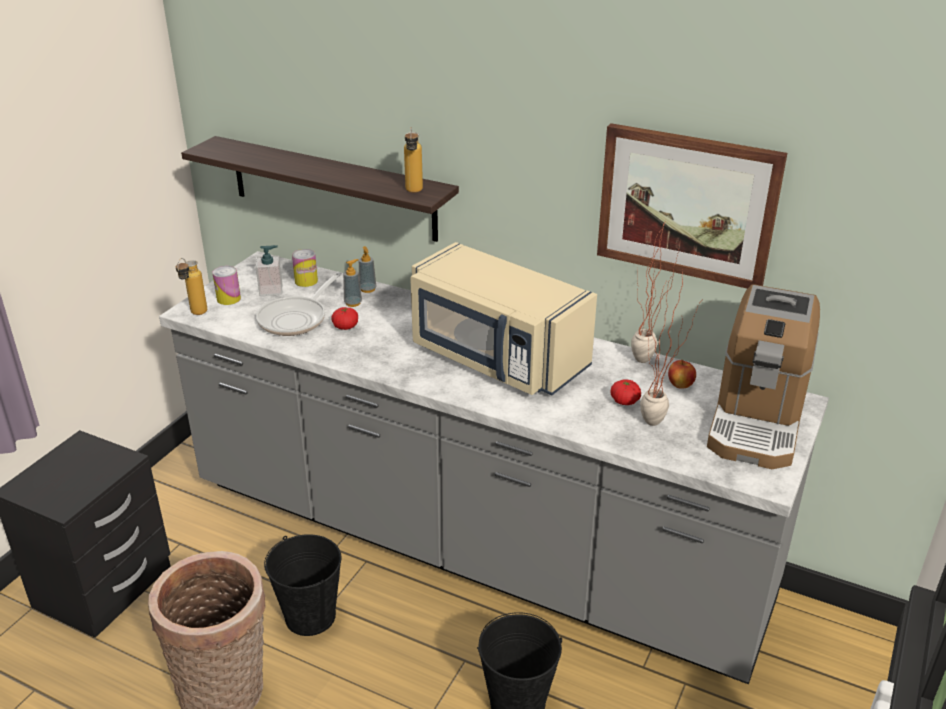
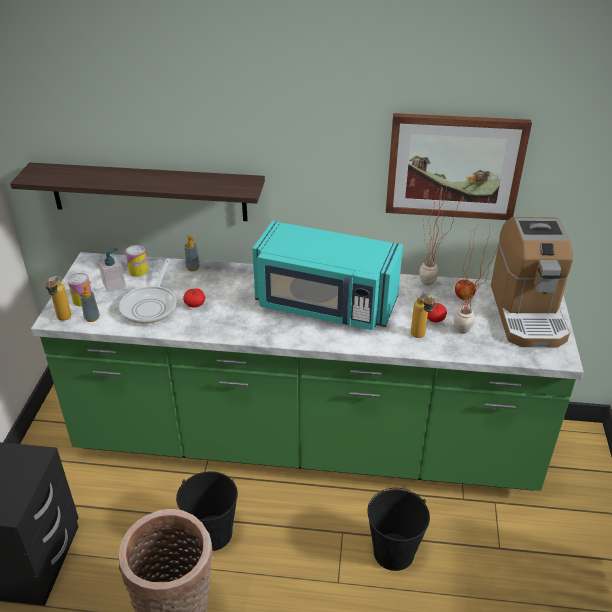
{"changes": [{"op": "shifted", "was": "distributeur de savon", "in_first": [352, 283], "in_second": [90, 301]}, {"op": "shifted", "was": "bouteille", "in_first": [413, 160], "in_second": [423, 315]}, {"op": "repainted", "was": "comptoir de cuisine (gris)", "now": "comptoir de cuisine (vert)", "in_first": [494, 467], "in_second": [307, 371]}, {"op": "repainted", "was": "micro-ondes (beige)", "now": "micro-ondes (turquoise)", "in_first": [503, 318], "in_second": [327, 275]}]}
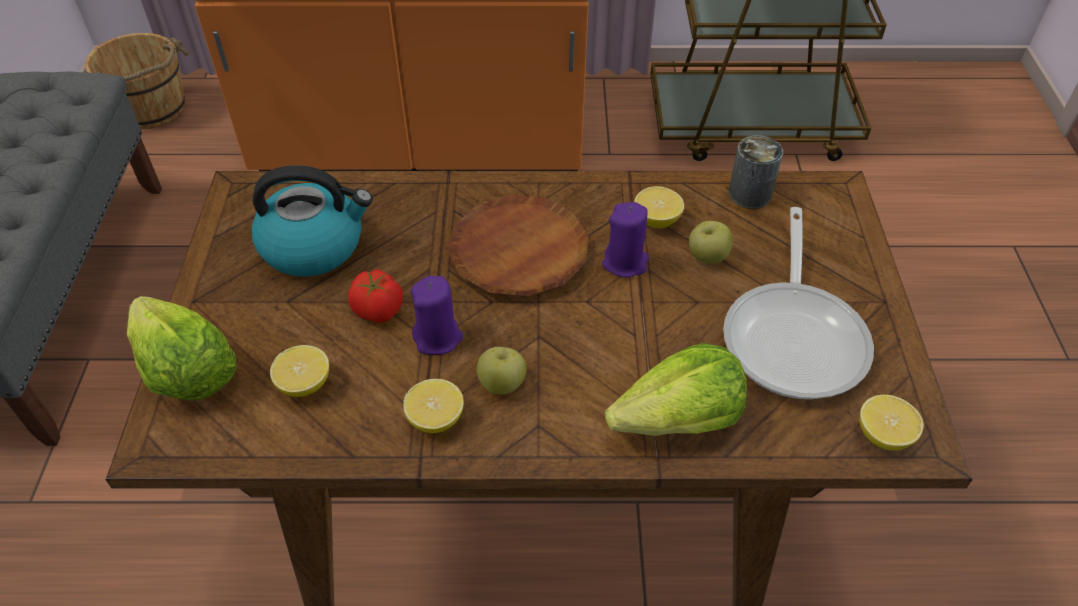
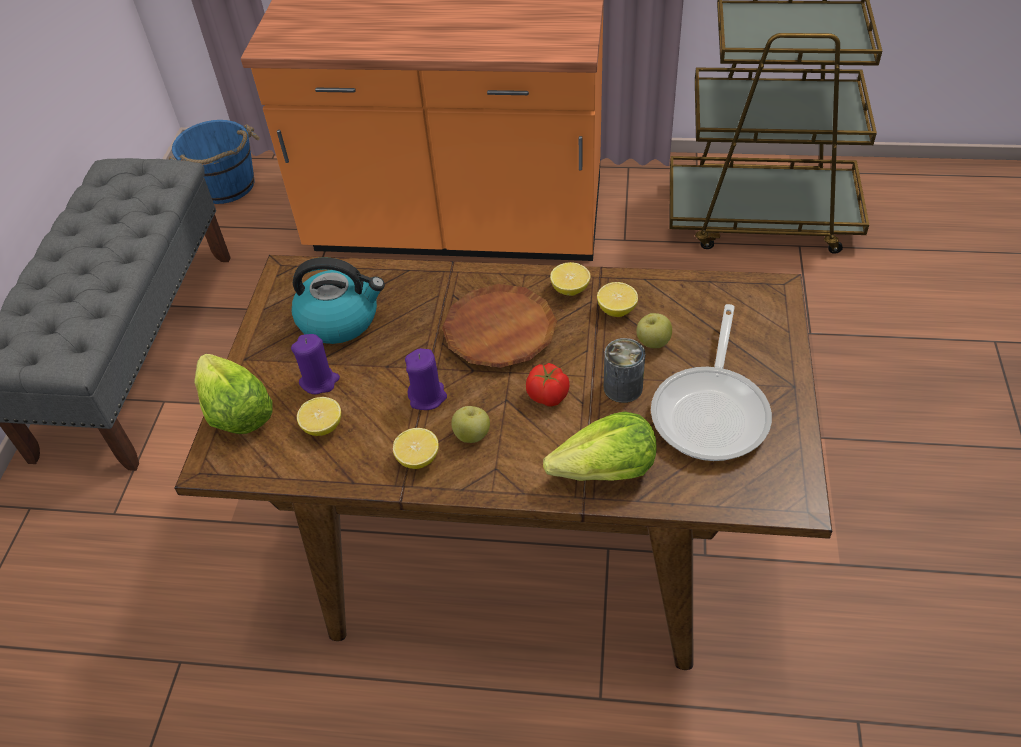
{"changes": [{"op": "shifted", "was": "tomate", "in_first": [375, 296], "in_second": [548, 385]}, {"op": "shifted", "was": "bougie (violet)", "in_first": [625, 240], "in_second": [315, 364]}, {"op": "shifted", "was": "boîte métallique", "in_first": [756, 172], "in_second": [624, 370]}, {"op": "shifted", "was": "citron", "in_first": [891, 423], "in_second": [570, 279]}, {"op": "repainted", "was": "seau (marron)", "now": "seau (bleu)", "in_first": [137, 81], "in_second": [214, 162]}]}
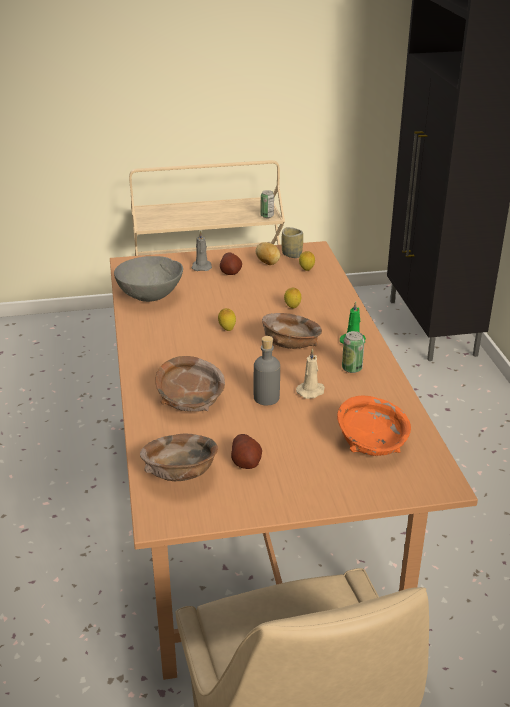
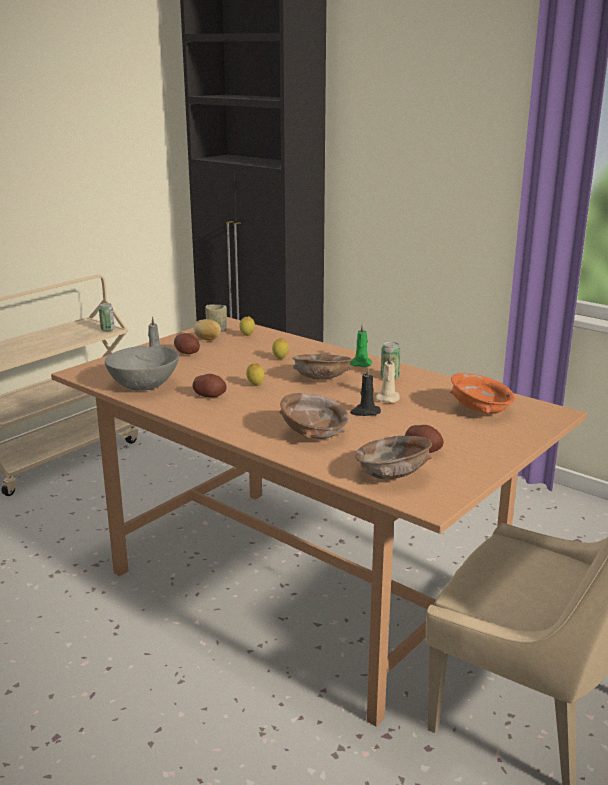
{"changes": [{"op": "new", "now": "pomme de terre", "in_second": [209, 385]}, {"op": "swapped", "was": "bouteille (gris)", "now": "bougie (noir)", "in_first": [267, 370], "in_second": [365, 391]}]}
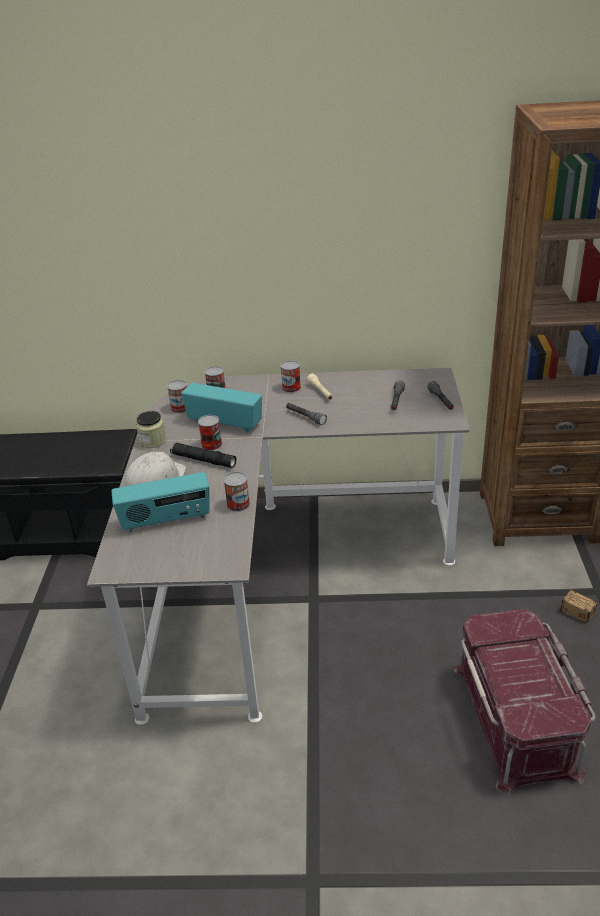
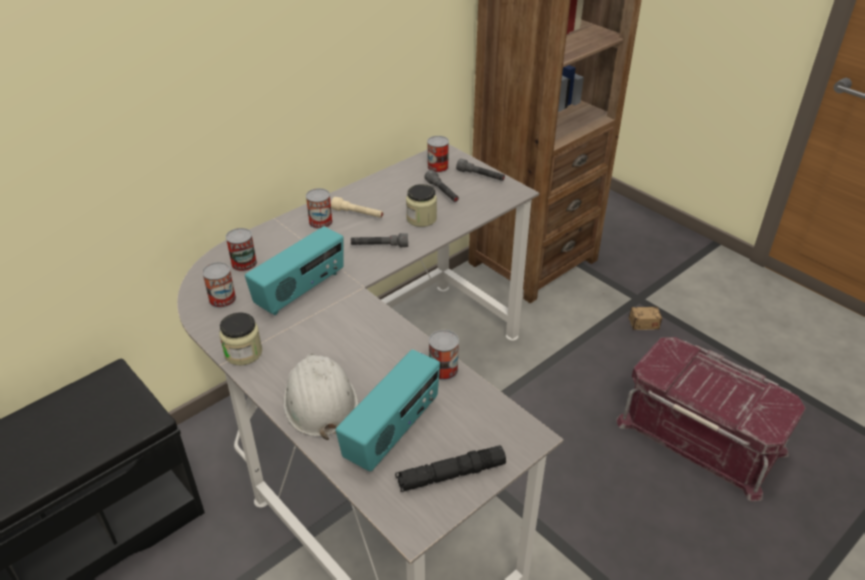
{"changes": [{"op": "new", "now": "bocal", "in_second": [421, 205]}, {"op": "shifted", "was": "lampe de poche (noir)", "in_first": [203, 455], "in_second": [450, 468]}, {"op": "shifted", "was": "boîte métallique", "in_first": [210, 433], "in_second": [438, 154]}, {"op": "rotated", "was": "radio", "in_first": [221, 407], "in_second": [294, 270], "clockwise": 150}]}
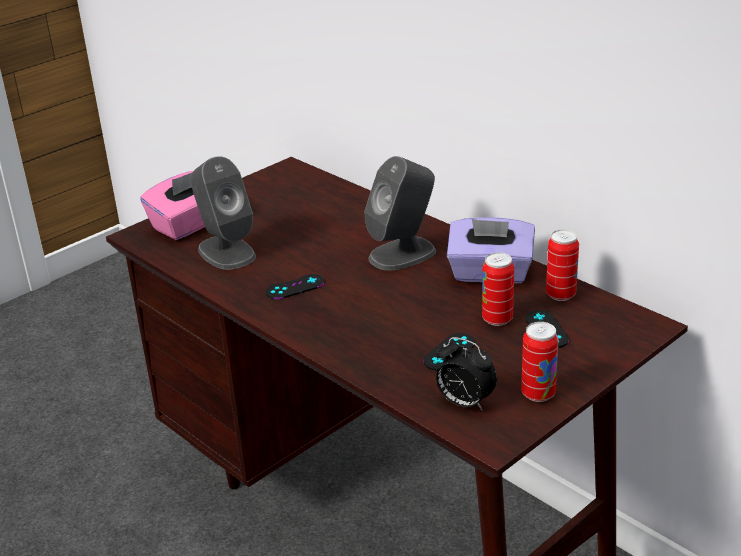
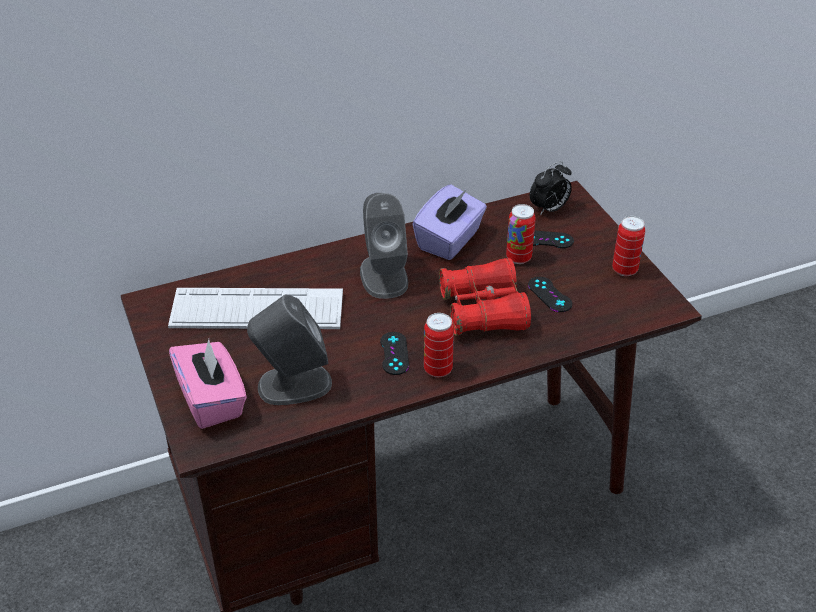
{"changes": [{"op": "new", "now": "clavier", "in_second": [255, 308]}, {"op": "new", "now": "jumelles (rouge)", "in_second": [485, 297]}, {"op": "shifted", "was": "réveil", "in_first": [466, 374], "in_second": [551, 188]}, {"op": "shifted", "was": "boîte métallique", "in_first": [562, 265], "in_second": [439, 345]}]}
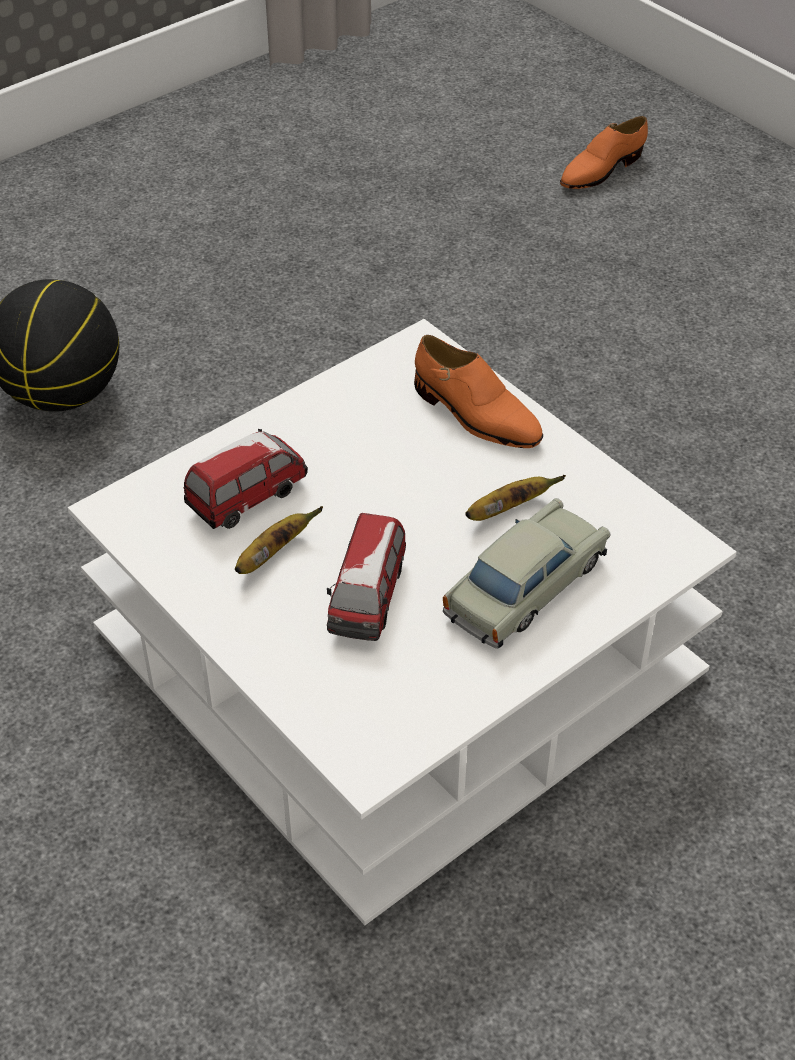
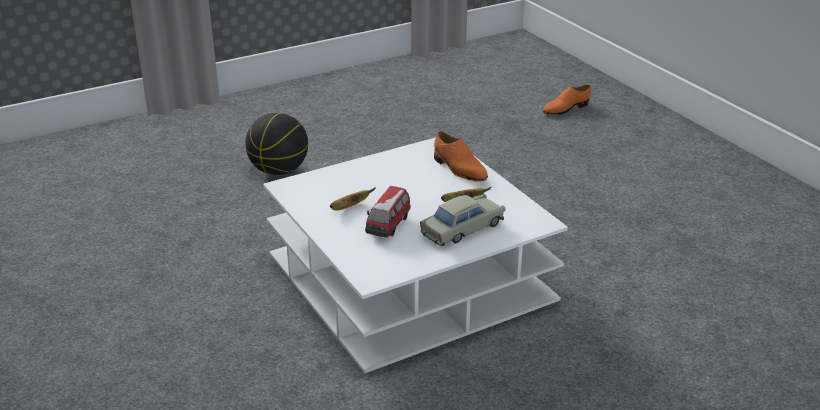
{"changes": [{"op": "gone", "was": "petite voiture", "in_first": [245, 479]}]}
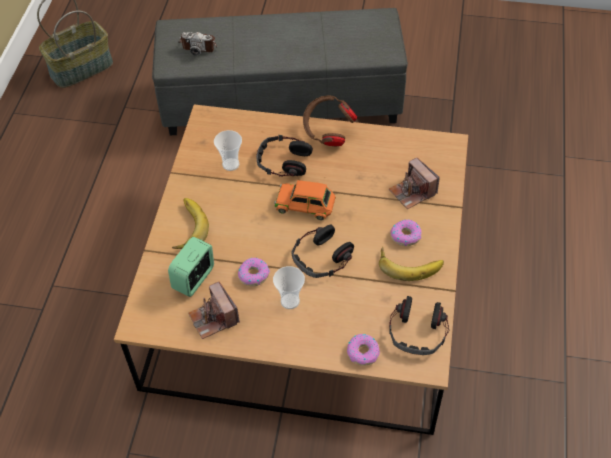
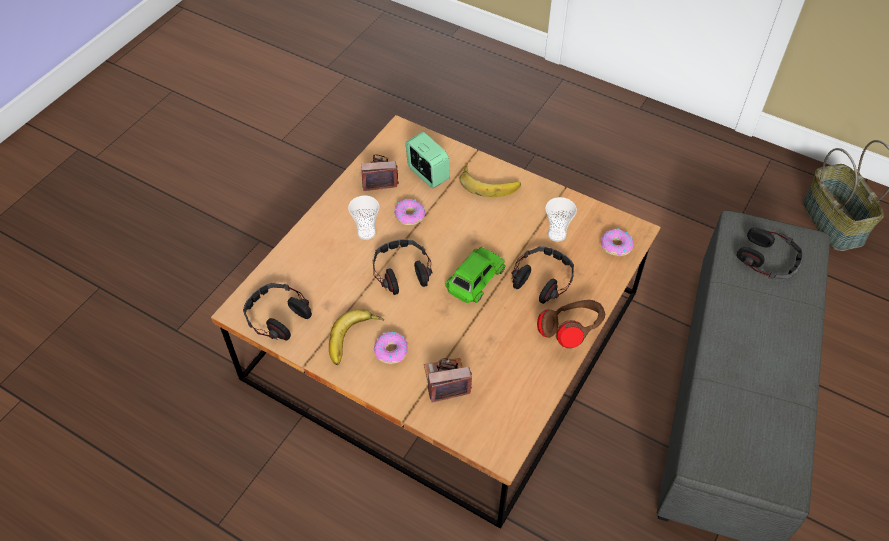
{"changes": [{"op": "shifted", "was": "beignet", "in_first": [363, 350], "in_second": [617, 242]}, {"op": "swapped", "was": "appareil photo", "now": "casque audio", "in_first": [198, 44], "in_second": [770, 254]}, {"op": "repainted", "was": "petite voiture (orange)", "now": "petite voiture (vert)", "in_first": [305, 200], "in_second": [475, 274]}]}
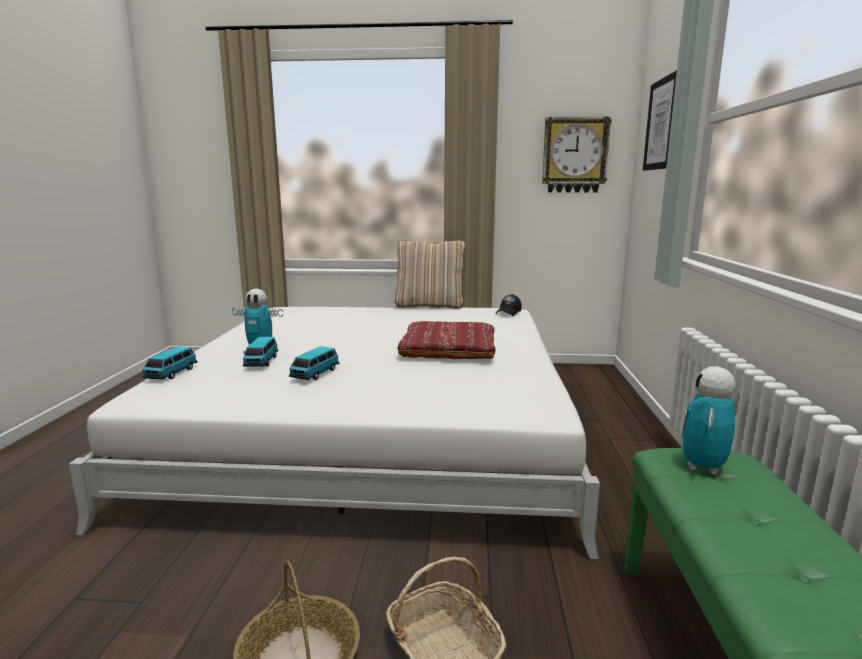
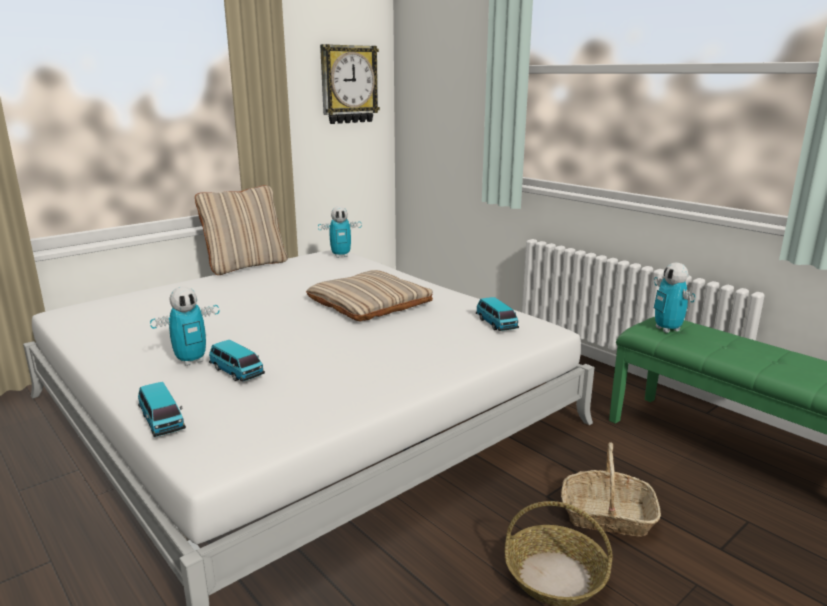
{"changes": [{"op": "gone", "was": "tableau", "in_first": [660, 120]}, {"op": "shifted", "was": "petite voiture", "in_first": [314, 363], "in_second": [497, 314]}, {"op": "swapped", "was": "casquette (noir)", "now": "robot jouet", "in_first": [508, 305], "in_second": [340, 232]}, {"op": "repainted", "was": "coussin (rouge)", "now": "coussin (beige)", "in_first": [446, 340], "in_second": [369, 296]}]}
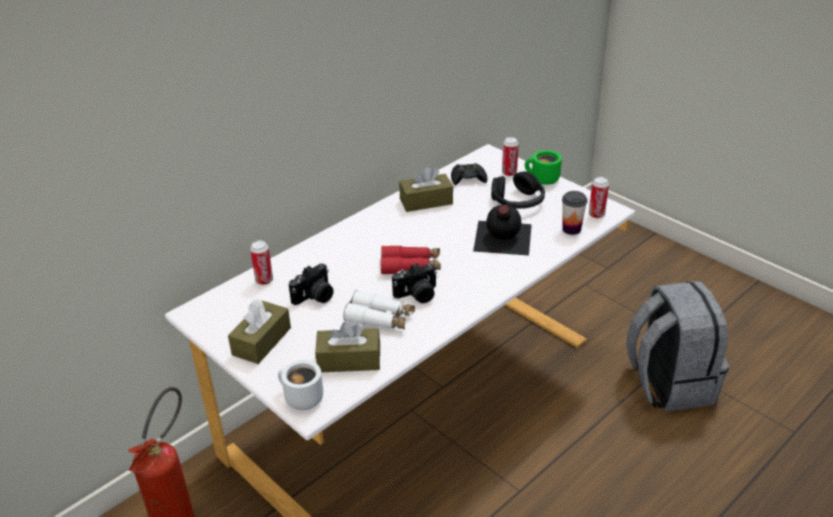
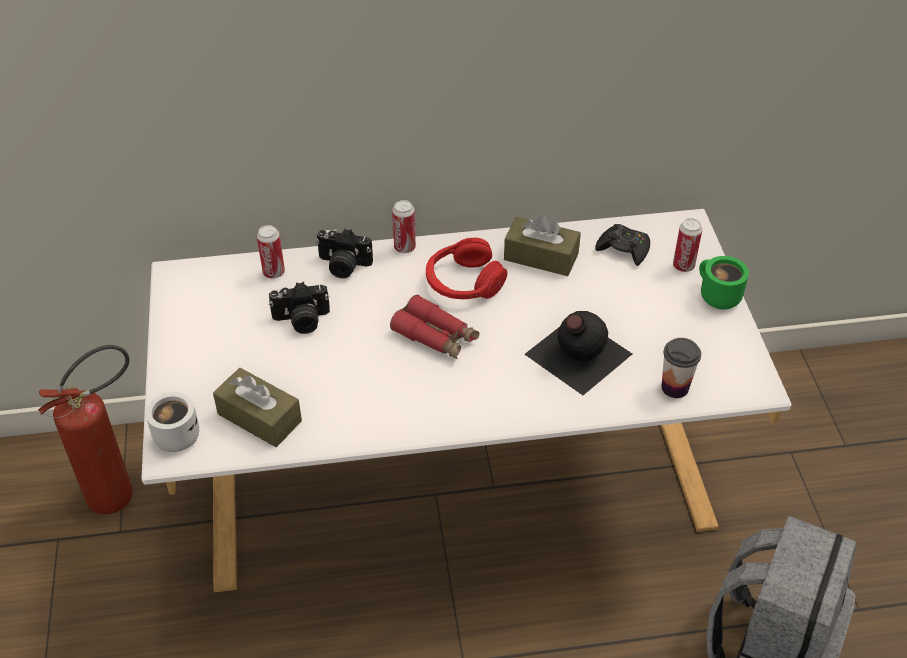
{"changes": [{"op": "gone", "was": "boîte à mouchoirs (marron)", "in_first": [259, 331]}, {"op": "gone", "was": "jumelles (blanc)", "in_first": [379, 309]}, {"op": "gone", "was": "casque audio (noir)", "in_first": [518, 190]}, {"op": "new", "now": "casque audio (rouge)", "in_second": [466, 268]}, {"op": "shifted", "was": "appareil photo", "in_first": [414, 283], "in_second": [344, 253]}, {"op": "shifted", "was": "boîte métallique", "in_first": [599, 197], "in_second": [404, 226]}]}
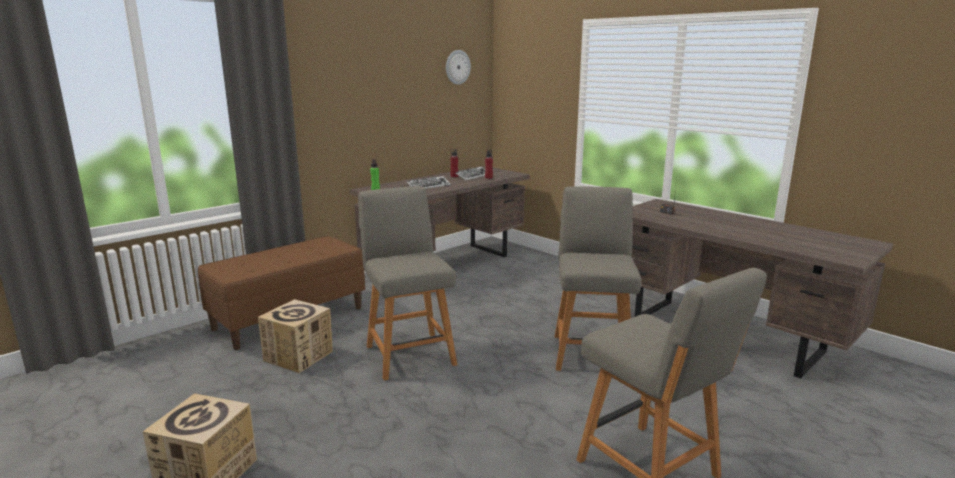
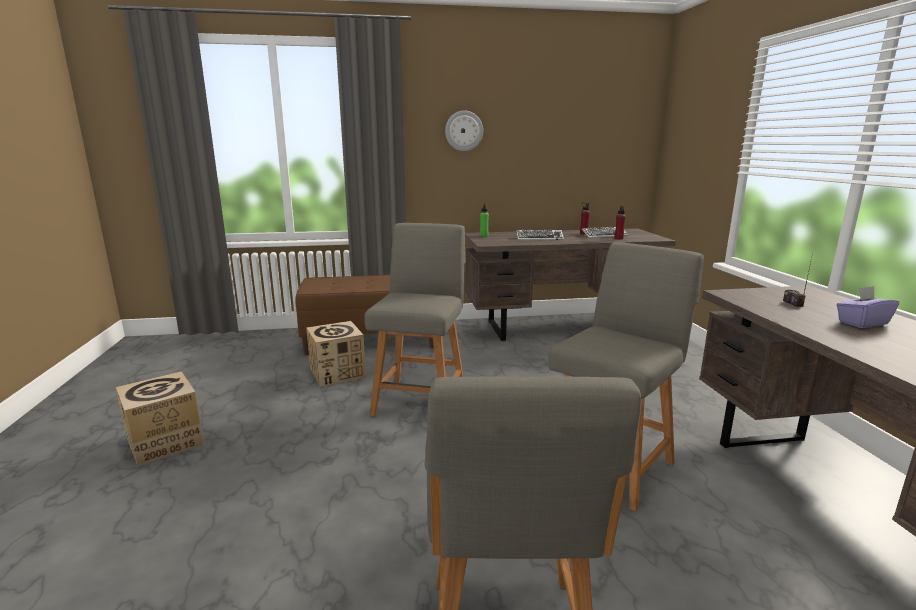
{"changes": [{"op": "new", "now": "boîte à mouchoirs (violet)", "in_second": [868, 307]}, {"op": "shifted", "was": "horloge murale", "in_first": [458, 67], "in_second": [464, 130]}]}
